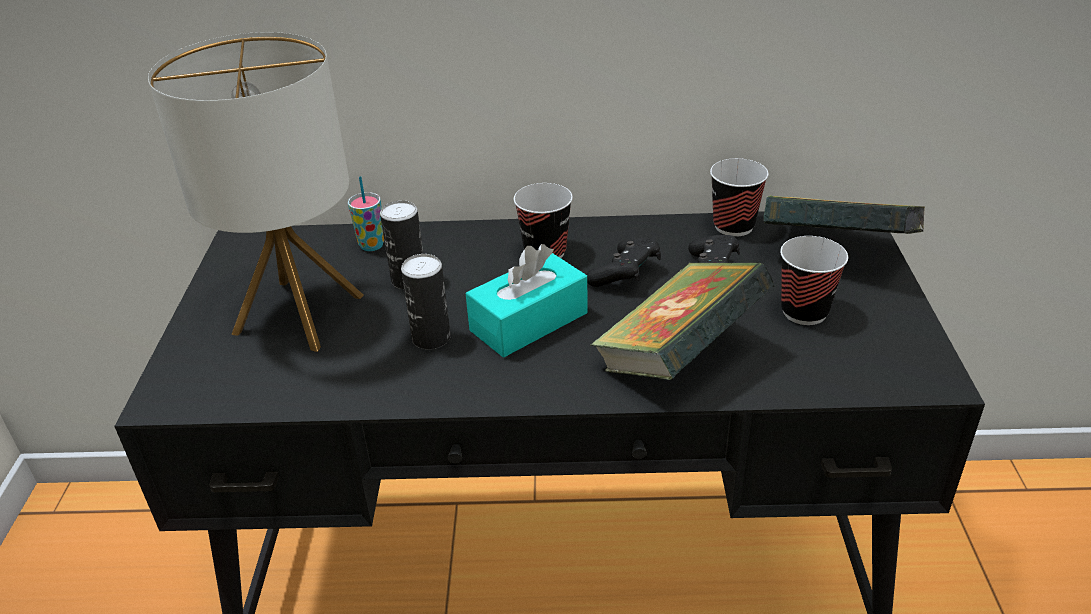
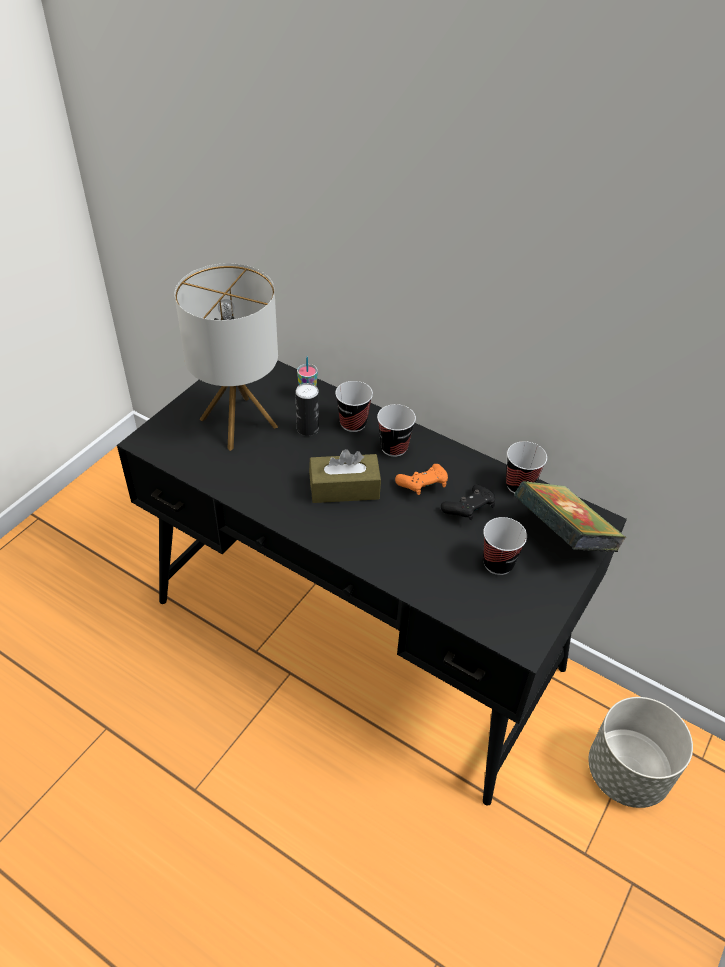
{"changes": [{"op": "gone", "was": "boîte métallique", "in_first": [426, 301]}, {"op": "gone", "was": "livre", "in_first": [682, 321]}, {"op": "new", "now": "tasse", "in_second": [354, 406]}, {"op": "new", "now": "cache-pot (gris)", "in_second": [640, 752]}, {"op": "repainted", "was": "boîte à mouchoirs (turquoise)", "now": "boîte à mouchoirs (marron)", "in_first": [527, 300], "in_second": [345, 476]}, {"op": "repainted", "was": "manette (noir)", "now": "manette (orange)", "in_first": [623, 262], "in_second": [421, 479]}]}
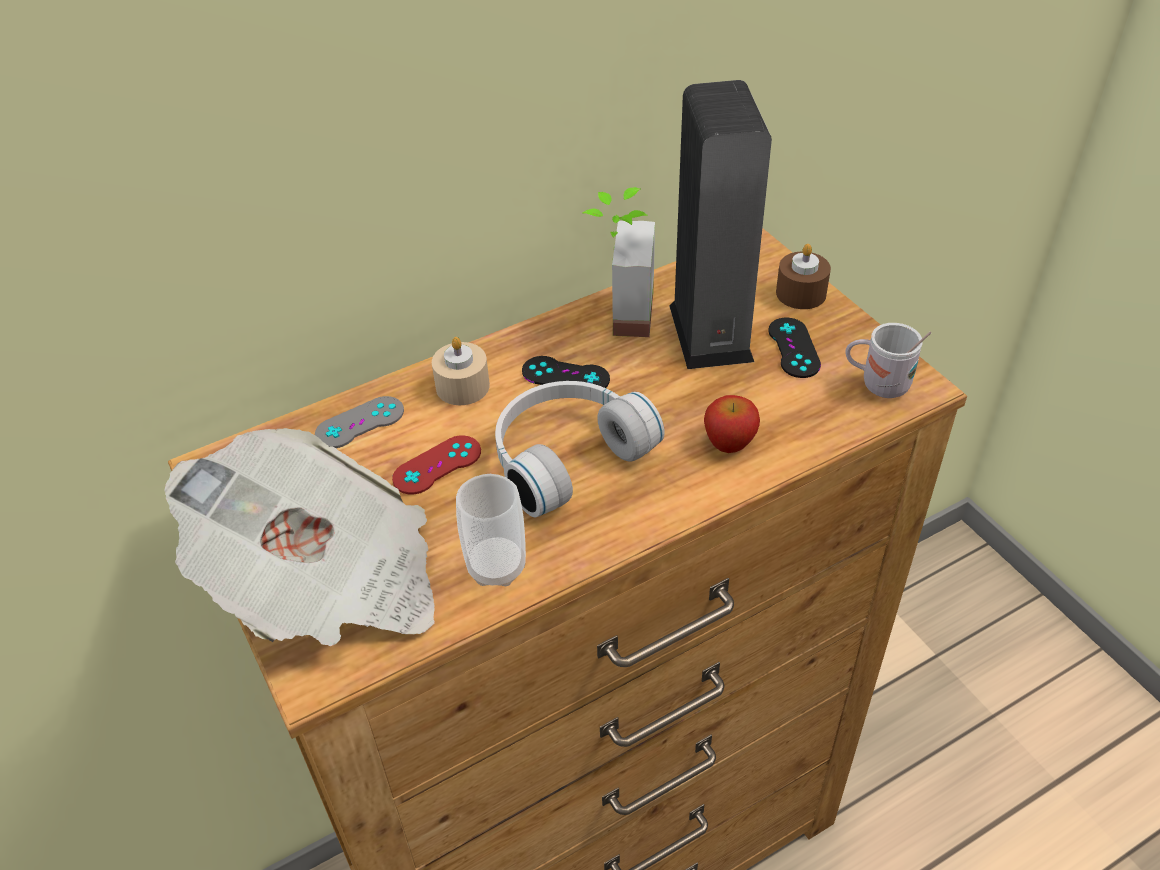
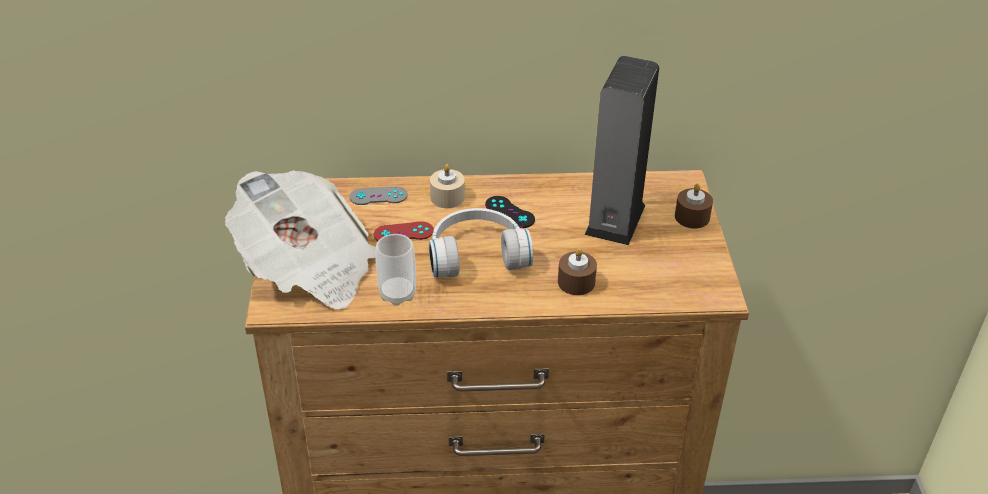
{"changes": [{"op": "gone", "was": "plante en pot", "in_first": [618, 262]}, {"op": "gone", "was": "manette (noir)", "in_first": [794, 348]}, {"op": "gone", "was": "mug (blanc)", "in_first": [888, 360]}, {"op": "swapped", "was": "pomme", "now": "bougie (marron)", "in_first": [732, 424], "in_second": [577, 271]}]}
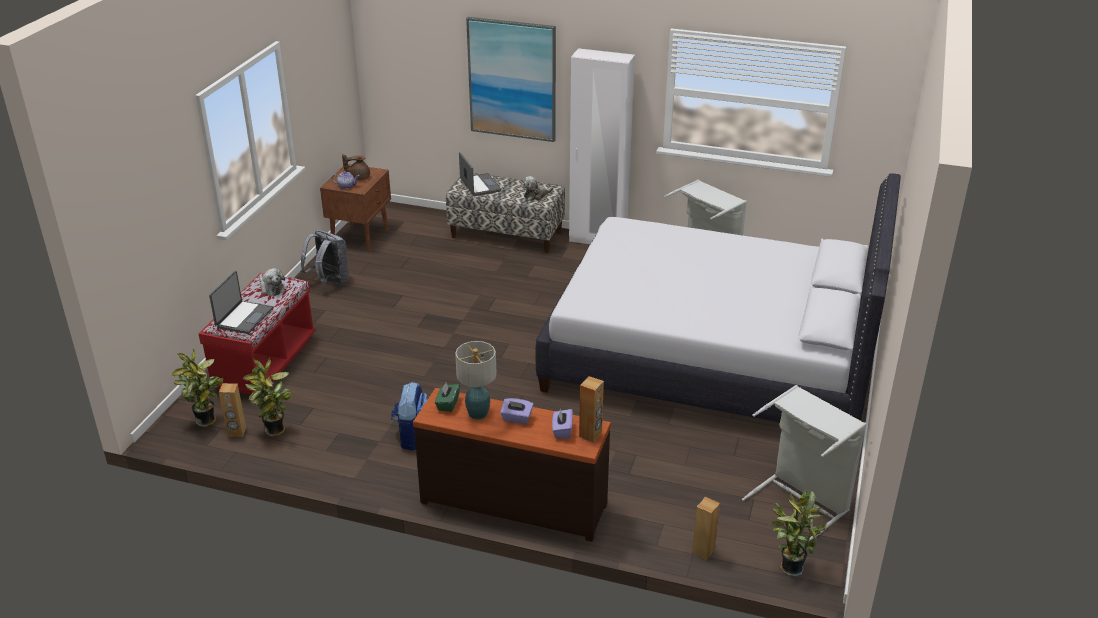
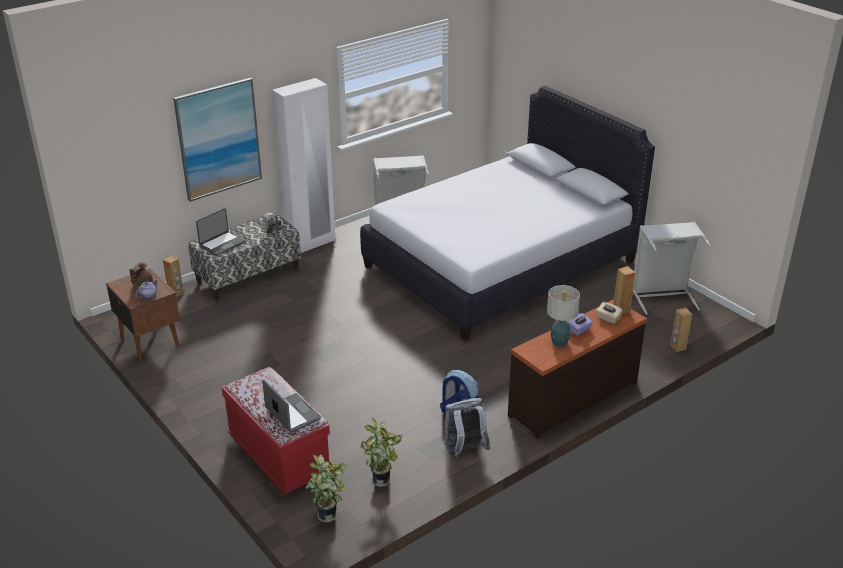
{"changes": [{"op": "gone", "was": "peluche", "in_first": [272, 282]}, {"op": "gone", "was": "boîte à mouchoirs (vert)", "in_first": [447, 397]}, {"op": "gone", "was": "plante en pot", "in_first": [798, 533]}, {"op": "shifted", "was": "enceinte (marron)", "in_first": [232, 410], "in_second": [173, 276]}, {"op": "shifted", "was": "sac à dos (gris)", "in_first": [324, 257], "in_second": [467, 427]}, {"op": "repainted", "was": "boîte à mouchoirs (violet)", "now": "boîte à mouchoirs (beige)", "in_first": [562, 424], "in_second": [609, 313]}, {"op": "rotated", "was": "ordinateur portable", "in_first": [480, 174], "in_second": [220, 232], "clockwise": 120}]}
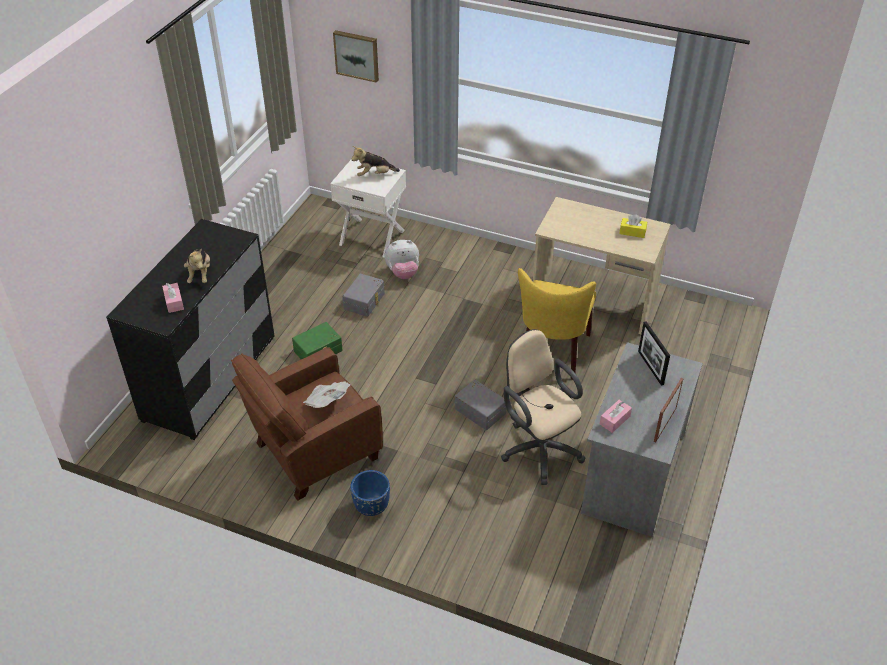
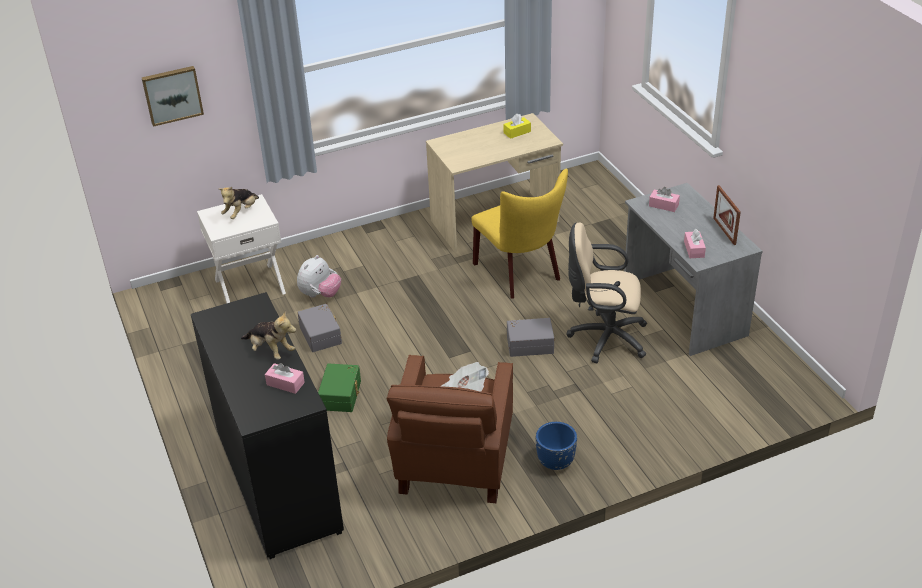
{"changes": [{"op": "swapped", "was": "cadre photo", "now": "boîte à mouchoirs (rose)", "in_first": [654, 353], "in_second": [664, 199]}]}
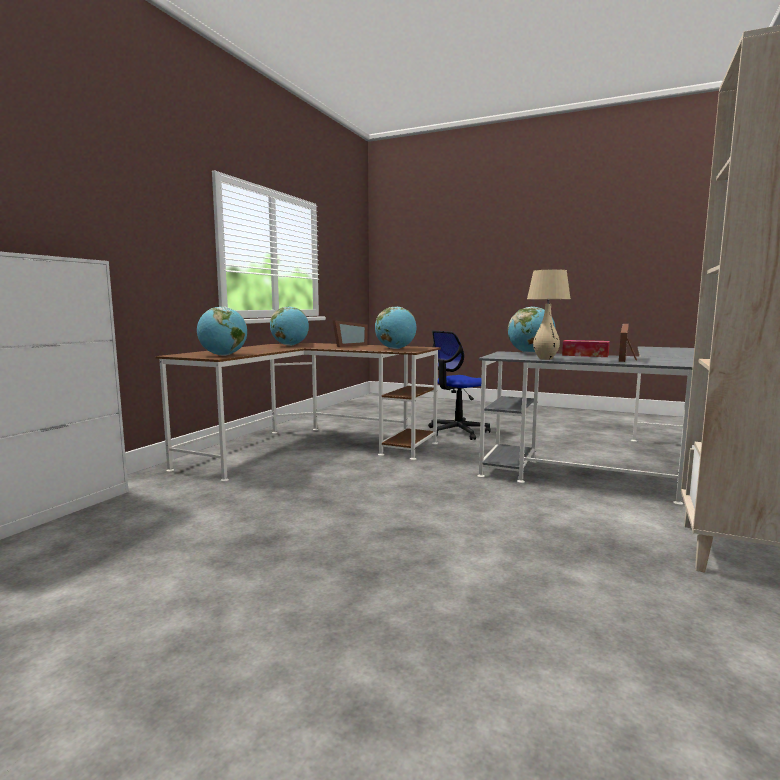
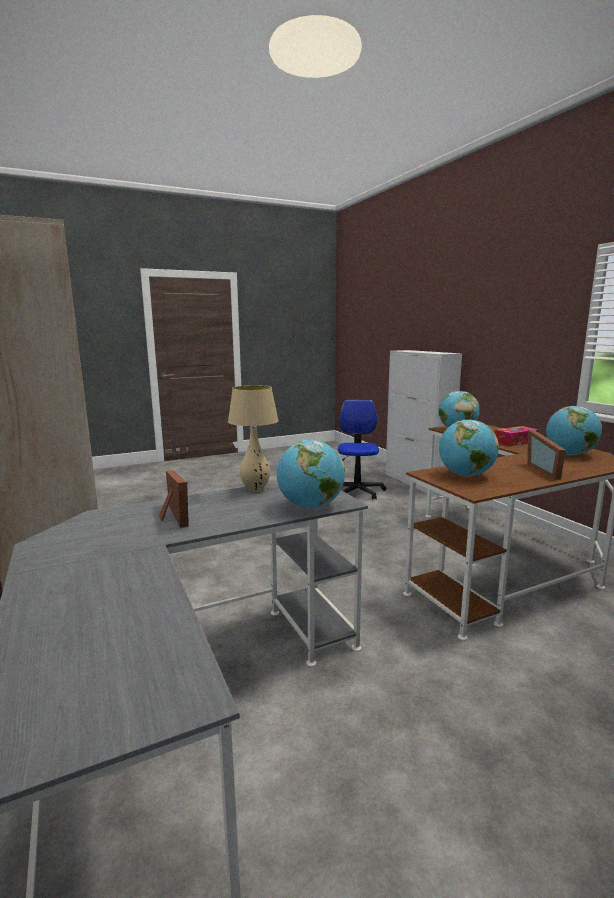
{"changes": [{"op": "shifted", "was": "chaise de bureau", "in_first": [459, 385], "in_second": [362, 450]}, {"op": "shifted", "was": "boîte à mouchoirs", "in_first": [586, 348], "in_second": [516, 436]}]}
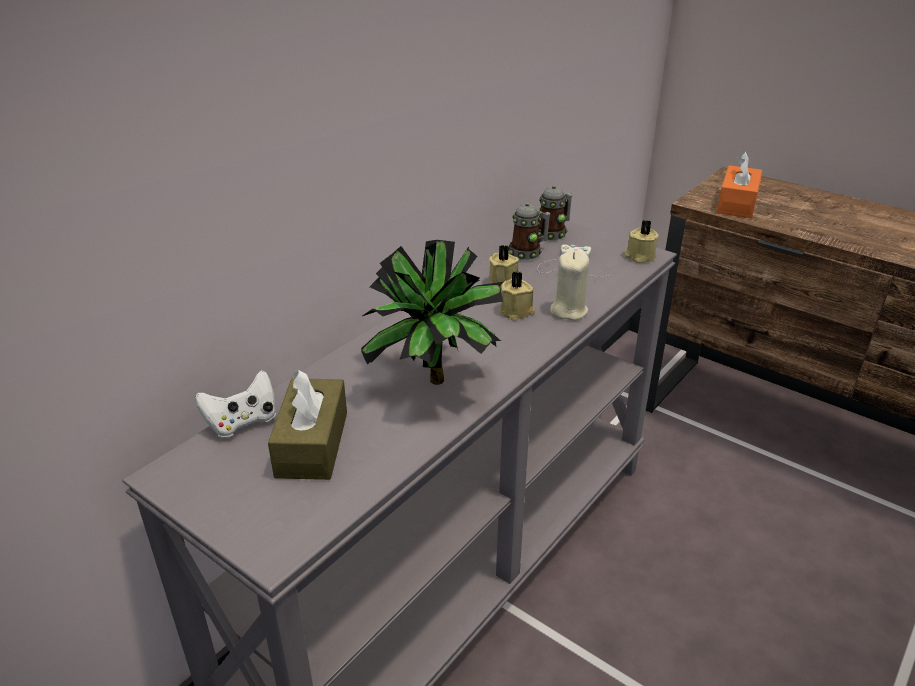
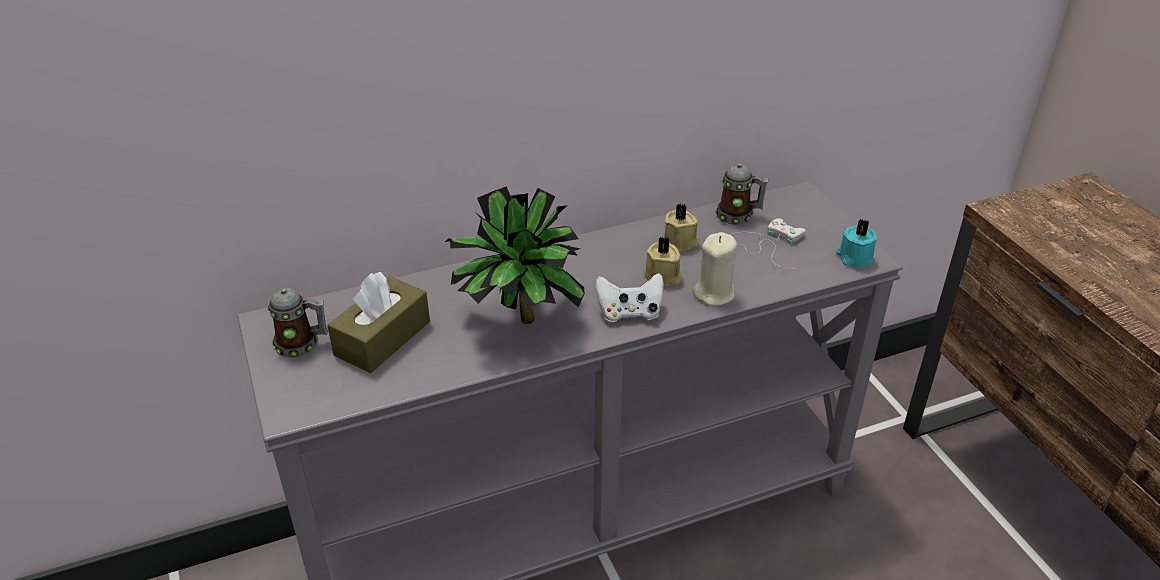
{"changes": [{"op": "gone", "was": "boîte à mouchoirs (orange)", "in_first": [739, 184]}, {"op": "shifted", "was": "manette (blanc)", "in_first": [235, 404], "in_second": [629, 297]}, {"op": "shifted", "was": "mug", "in_first": [555, 212], "in_second": [297, 323]}, {"op": "repainted", "was": "bougie (beige)", "now": "bougie (turquoise)", "in_first": [641, 241], "in_second": [856, 243]}]}
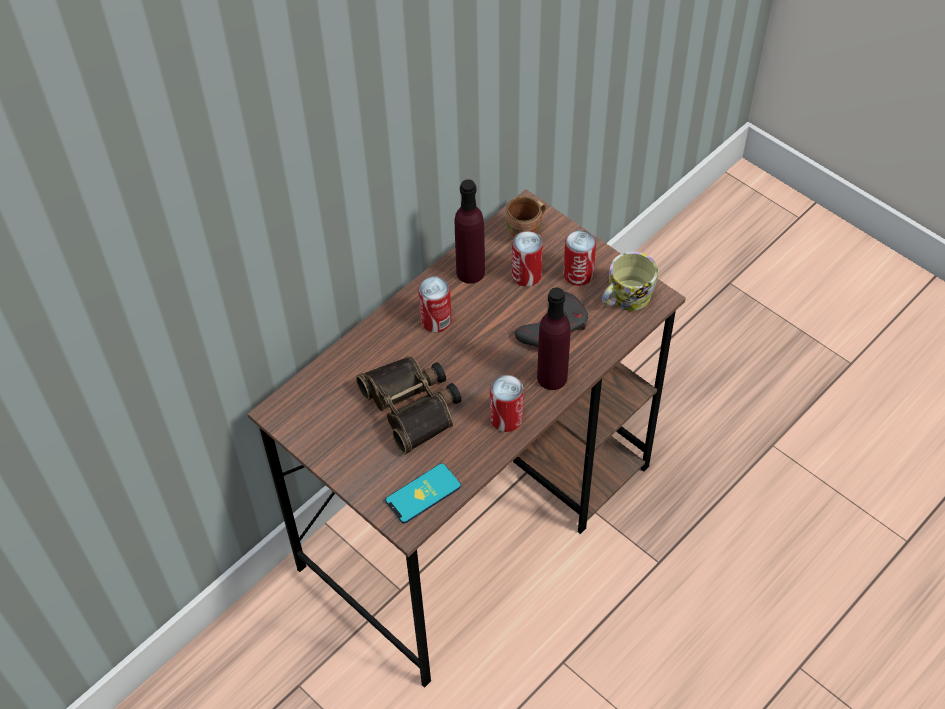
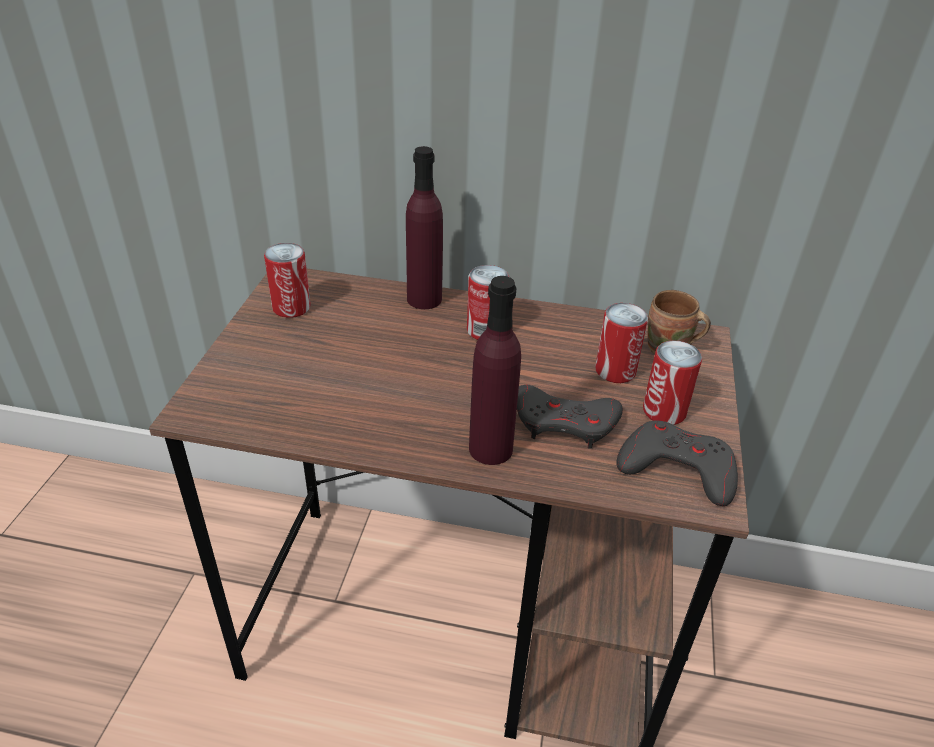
{"changes": [{"op": "gone", "was": "jumelles", "in_first": [409, 405]}, {"op": "gone", "was": "téléphone", "in_first": [423, 493]}, {"op": "shifted", "was": "bouteille (violet)", "in_first": [470, 231], "in_second": [424, 227]}, {"op": "shifted", "was": "boîte métallique", "in_first": [507, 403], "in_second": [287, 280]}, {"op": "swapped", "was": "mug", "now": "manette (gris)", "in_first": [630, 281], "in_second": [677, 463]}]}
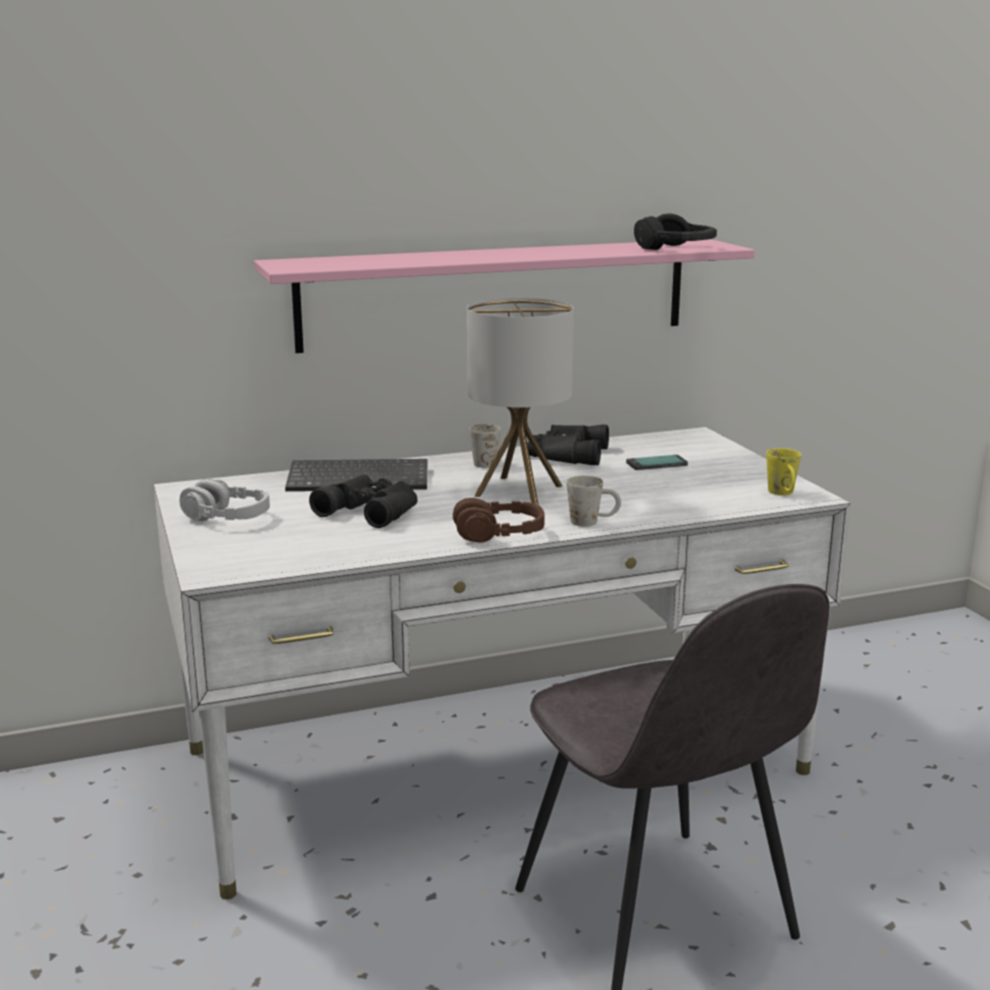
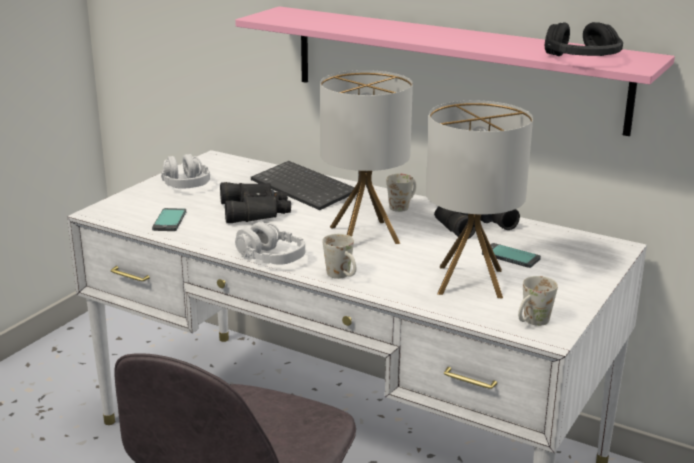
{"changes": [{"op": "new", "now": "téléphone", "in_second": [169, 219]}, {"op": "new", "now": "lampe de table", "in_second": [479, 200]}, {"op": "repainted", "was": "casque audio (marron)", "now": "casque audio (gris)", "in_first": [499, 520], "in_second": [270, 243]}, {"op": "repainted", "was": "mug (jaune)", "now": "mug (blanc)", "in_first": [783, 471], "in_second": [538, 301]}]}
